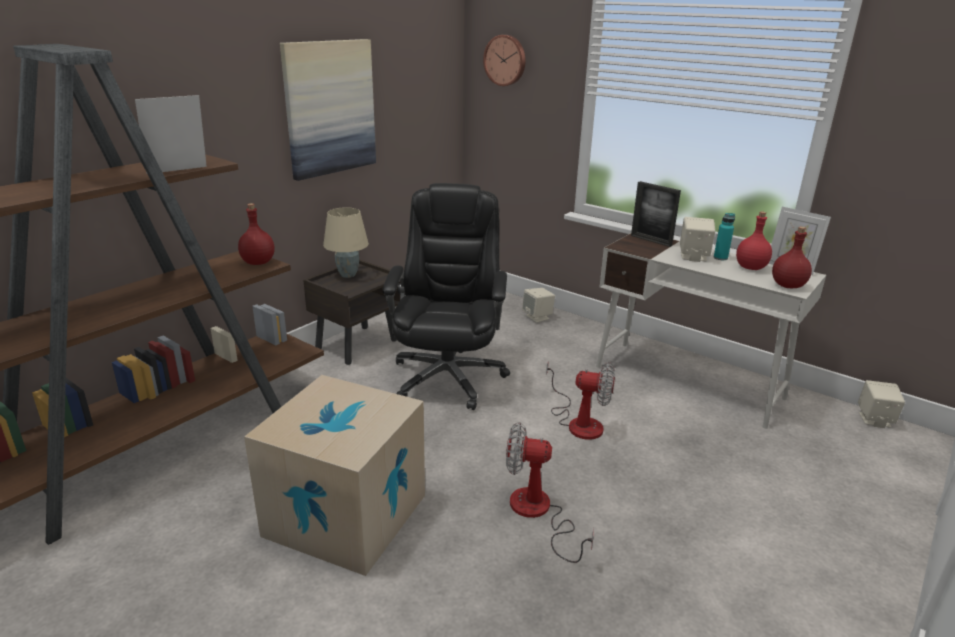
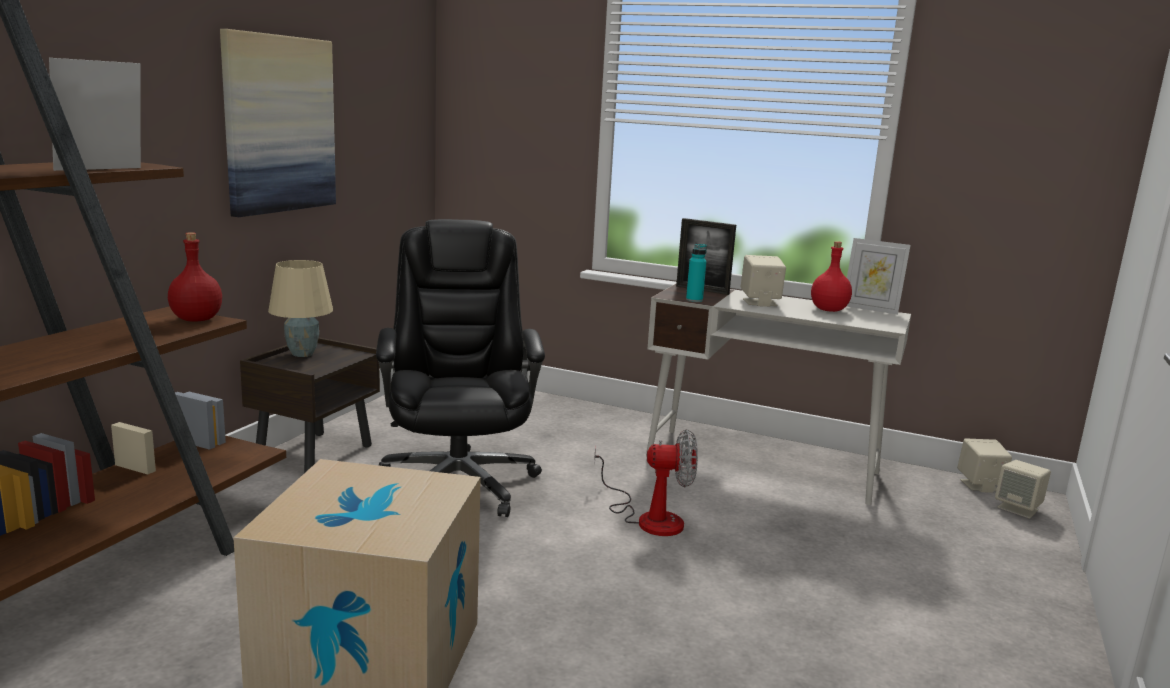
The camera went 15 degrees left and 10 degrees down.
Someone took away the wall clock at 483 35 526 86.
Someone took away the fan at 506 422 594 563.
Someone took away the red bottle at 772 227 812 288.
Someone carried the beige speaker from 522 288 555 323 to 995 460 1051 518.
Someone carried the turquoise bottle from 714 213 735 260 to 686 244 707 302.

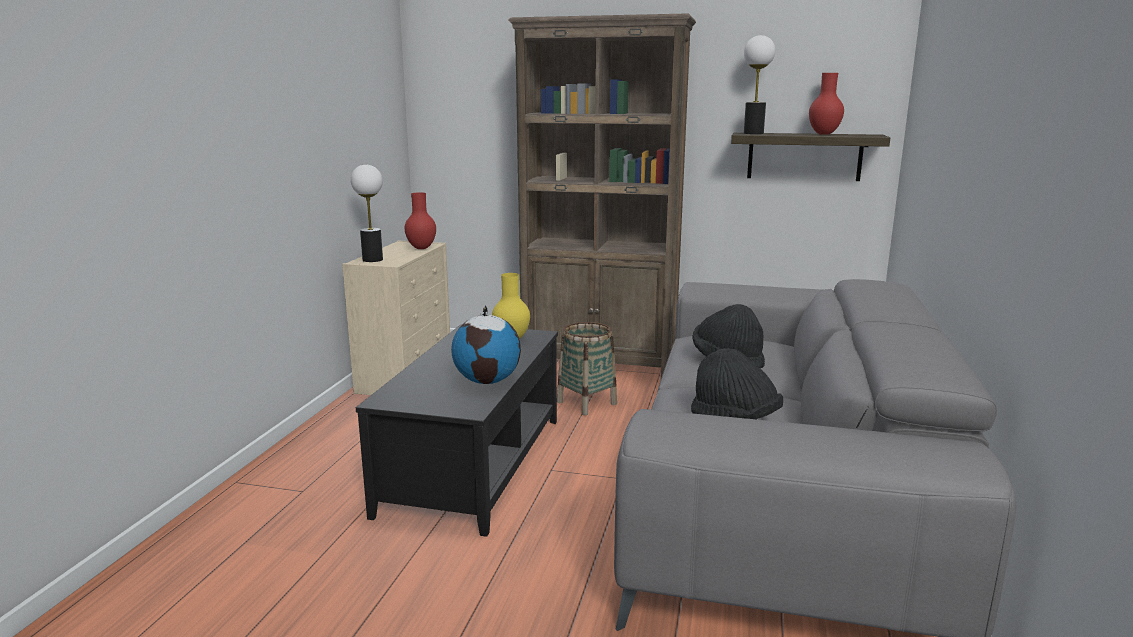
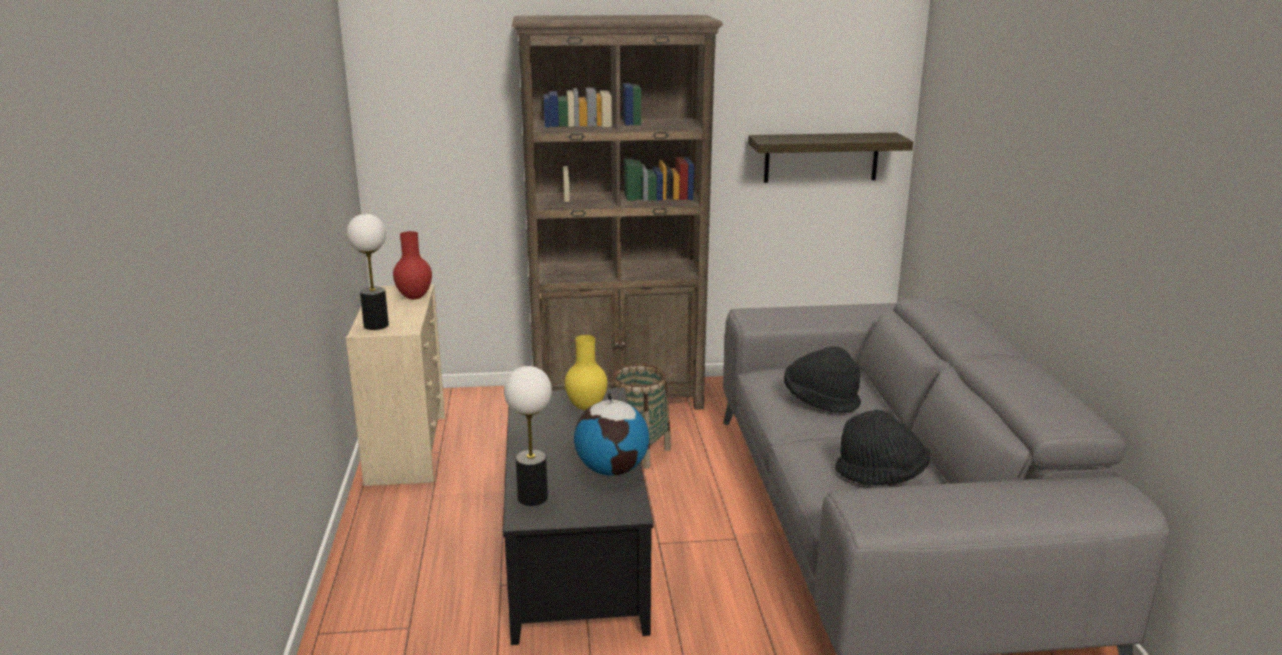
The camera went 20 degrees left and 5 degrees up.
Someone took away the red vase at 809 73 844 135.
Someone carried the table lamp from 744 35 775 134 to 504 366 552 506.

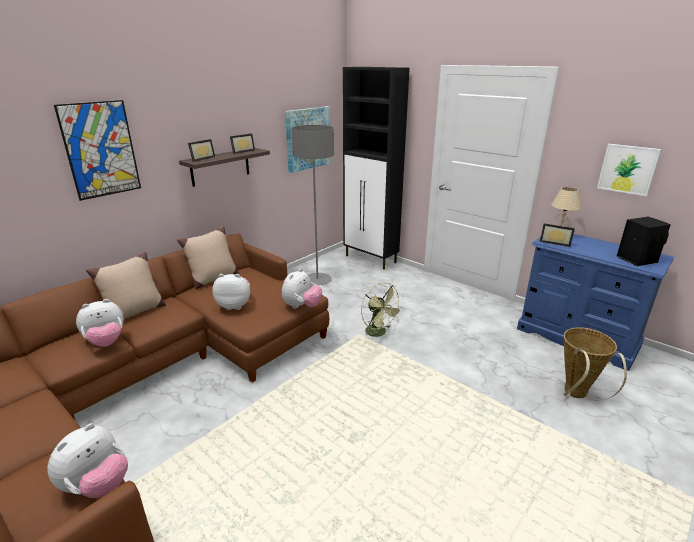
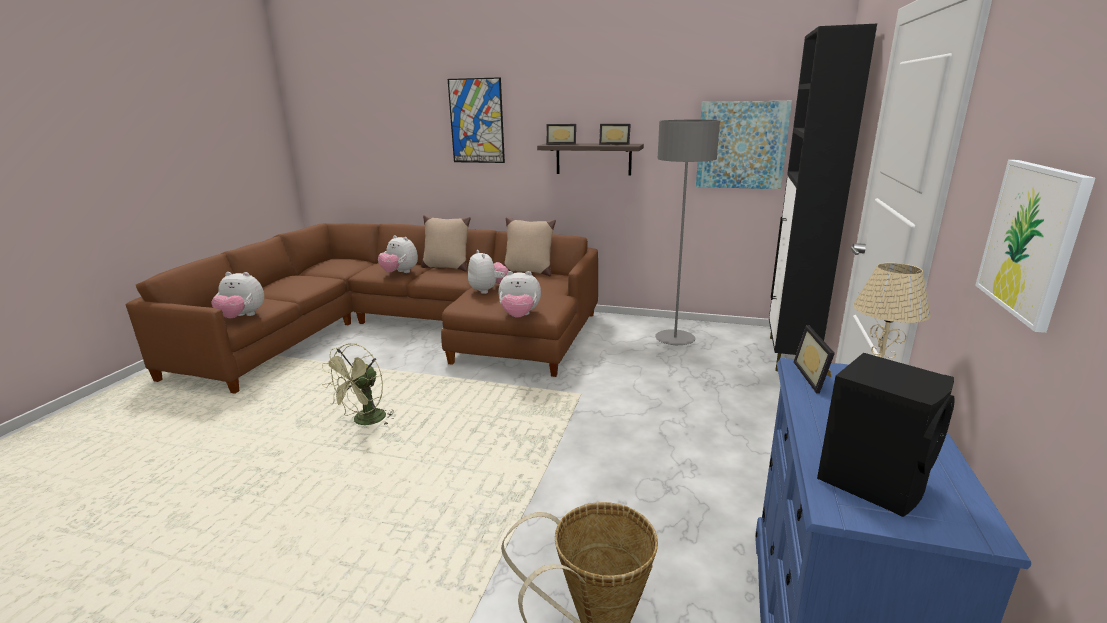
The camera went 65 degrees right and 5 degrees down.
Someone carried the green fan from 361 282 404 339 to 322 343 394 425.

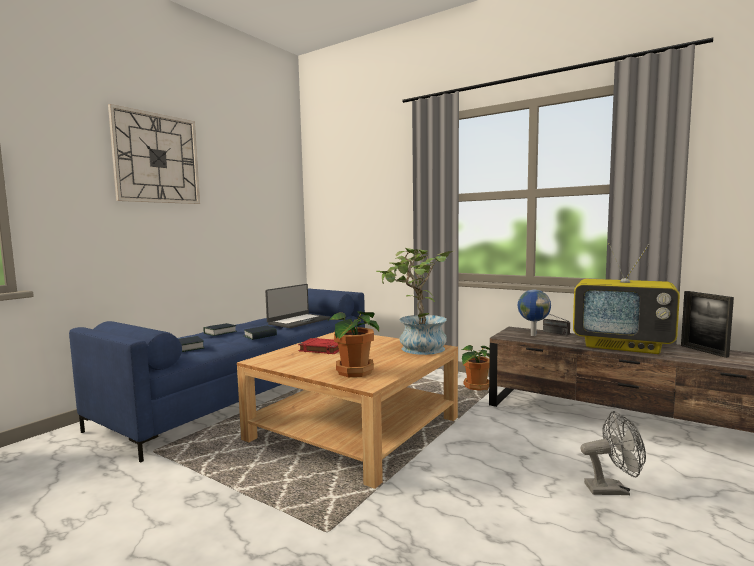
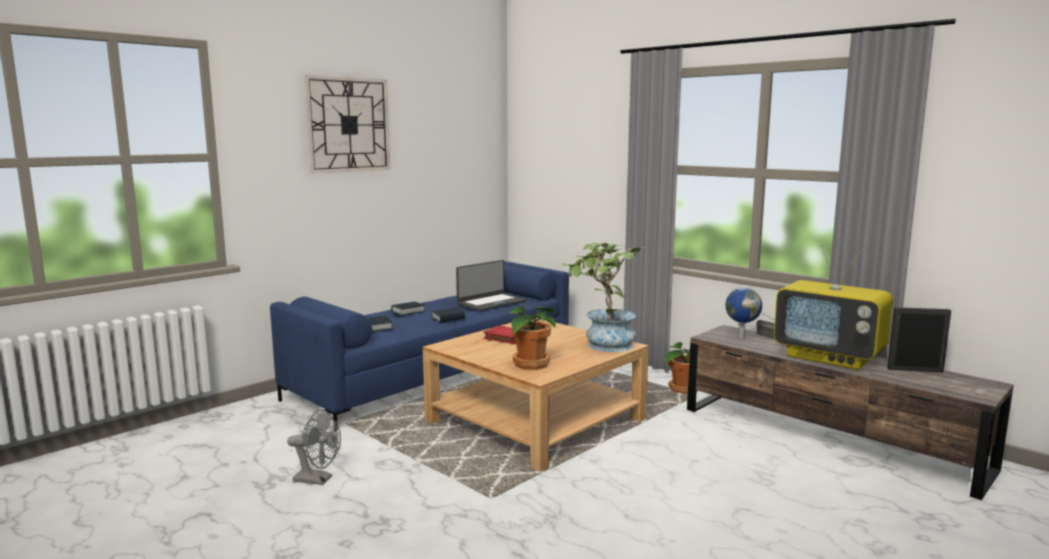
The camera went 10 degrees right and 5 degrees up.
Someone carried the grey fan from 581 411 646 495 to 287 410 341 485.
Someone rotated the picture frame at 681 291 734 358 by 105 degrees clockwise.

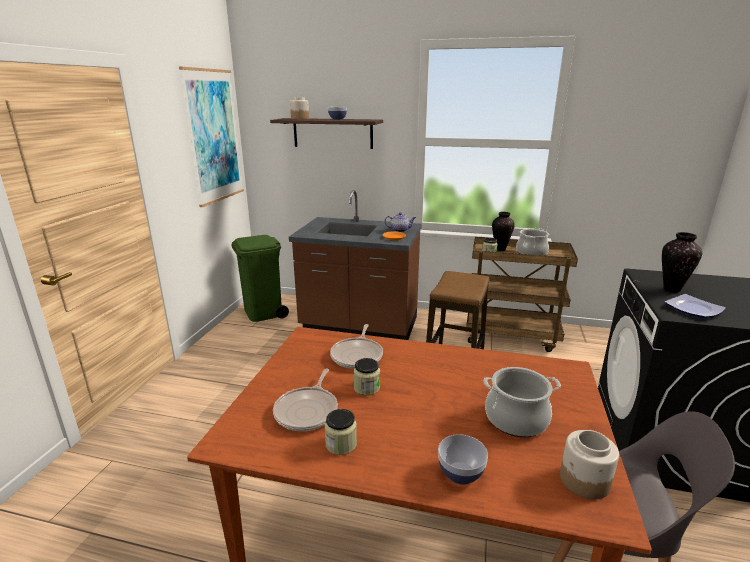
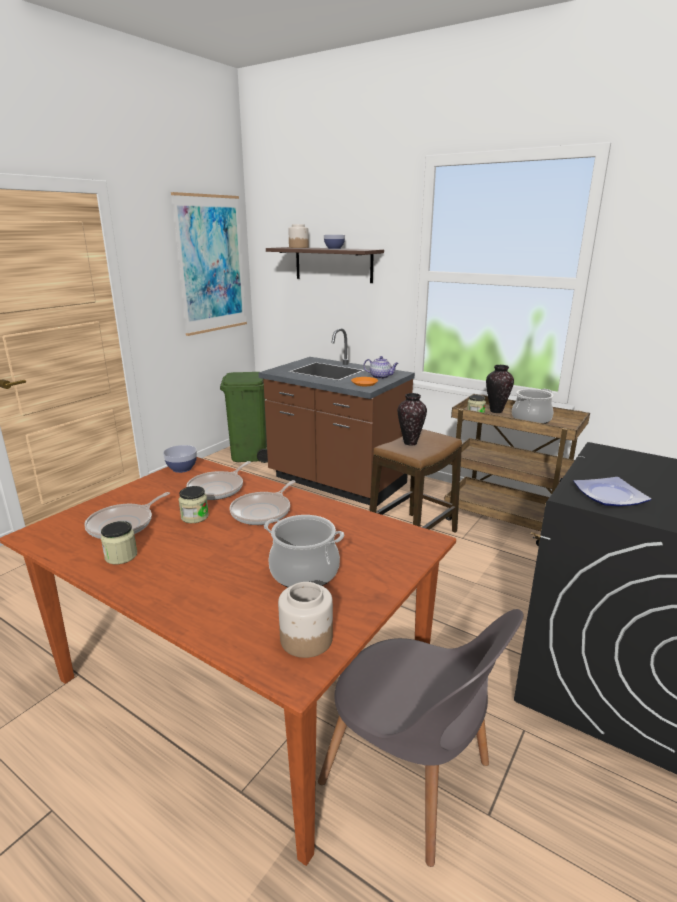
The camera went 20 degrees right and 0 degrees up.
Someone put down the frying pan at 230 480 296 525.
Someone carried the bowl from 438 434 488 485 to 163 445 197 473.
Someone carried the vase from 662 232 702 292 to 398 393 427 445.

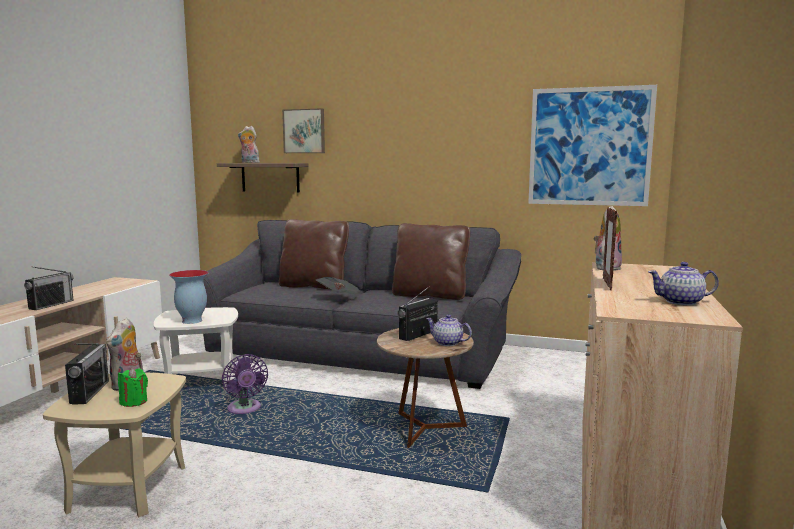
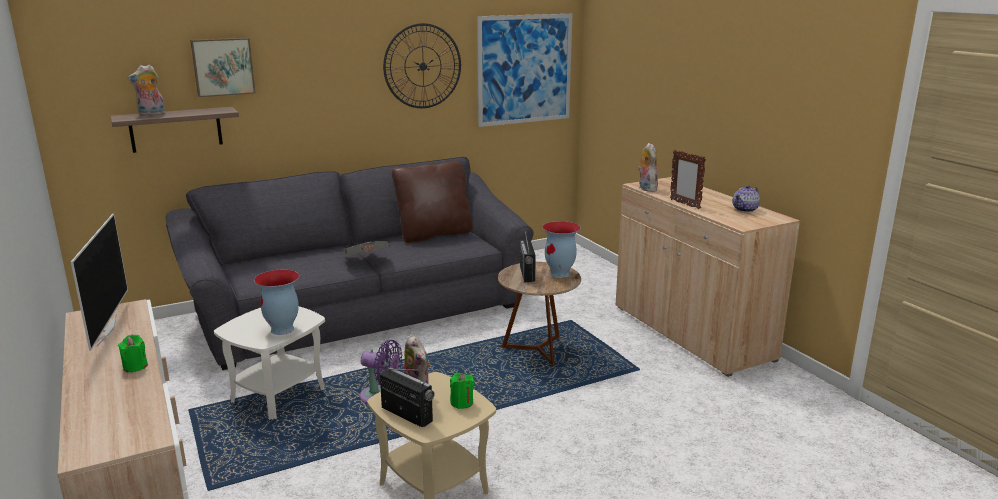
The camera went 45 degrees left and 10 degrees up.
Someone took away the brown pillow at 279 219 349 289.
Someone put down the television at 71 213 128 351.
Someone put up the wall clock at 383 23 461 108.
Someone swapped the radio at 24 266 74 310 for the green candle at 118 335 148 372.
Someone swapped the teapot at 426 314 472 346 for the vase at 542 221 581 278.

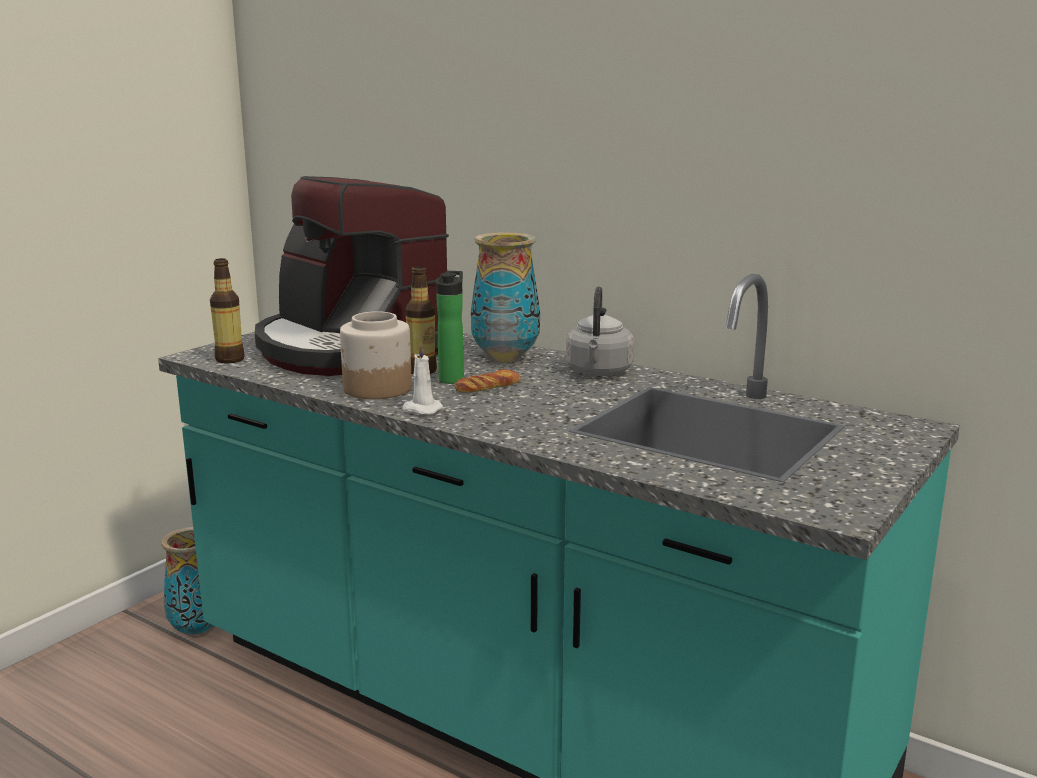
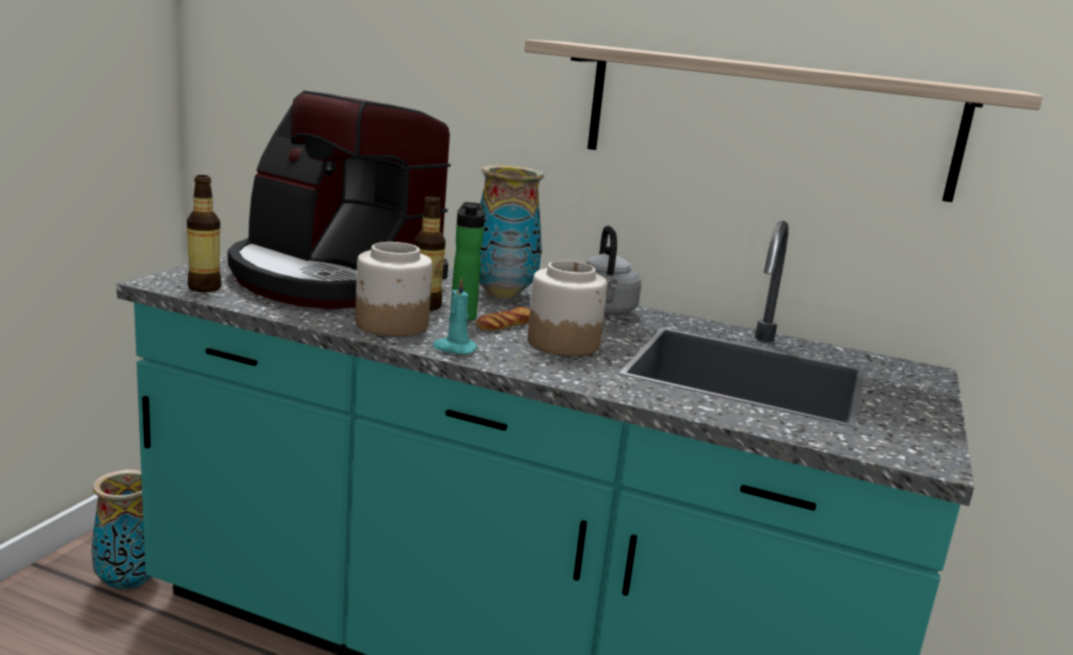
The camera went 15 degrees left and 0 degrees up.
Someone put up the shelf at 525 39 1043 202.
Someone put down the jar at 527 260 608 356.
Someone repainted the white candle at 402 342 443 414, which became the turquoise candle at 432 277 478 354.

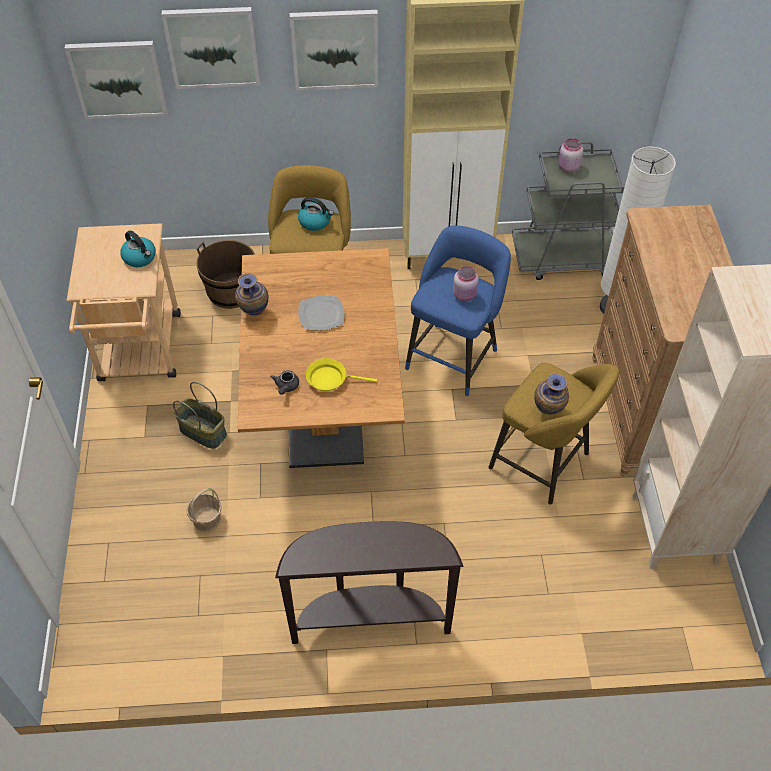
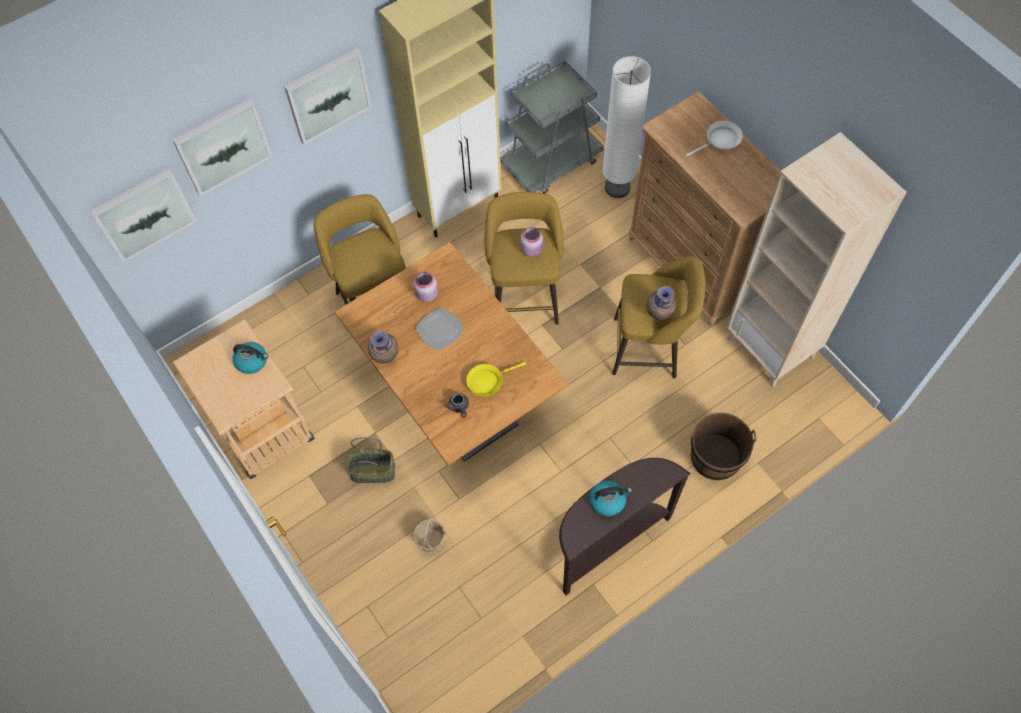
The camera went 30 degrees left and 10 degrees up.
Someone put down the white frying pan at 686 121 743 157.
Someone carried the brown bucket from 196 240 255 309 to 691 412 756 480.
Someone carried the kettle from 298 197 334 231 to 590 481 632 516.
Someone carried the pink jar from 558 138 583 172 to 413 272 438 302.
Someone repainted the blue stool at 405 225 511 396, which became the yellow stool at 484 192 564 325.

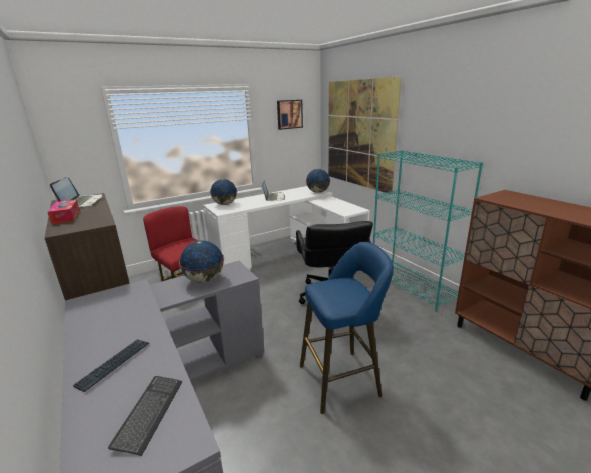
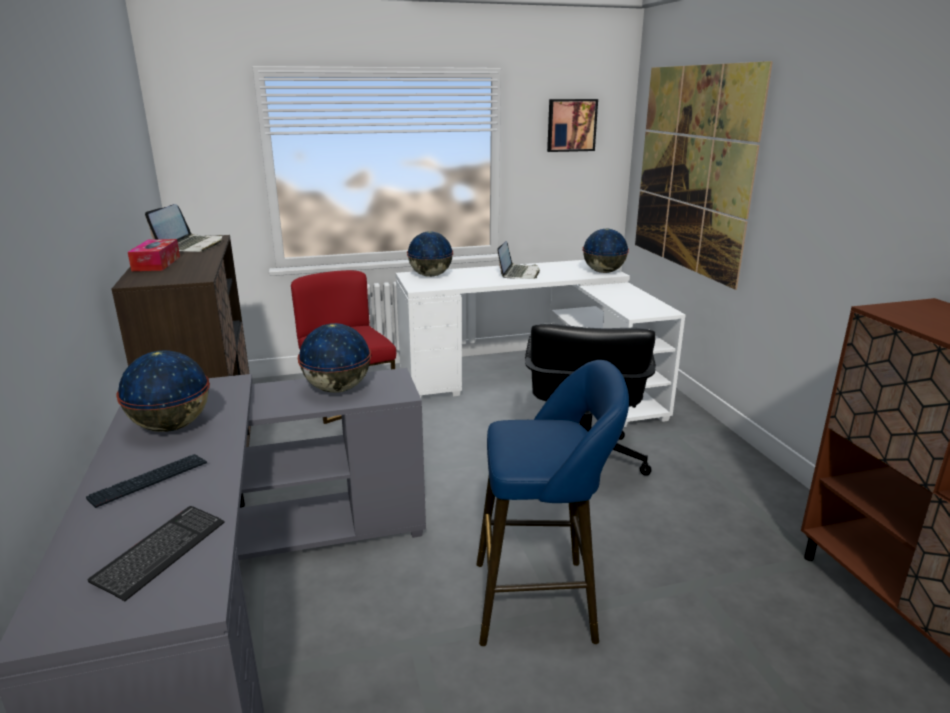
The camera went 15 degrees right and 0 degrees up.
Someone took away the turquoise bookcase at 373 150 483 312.
Someone put down the globe at 116 350 210 432.

